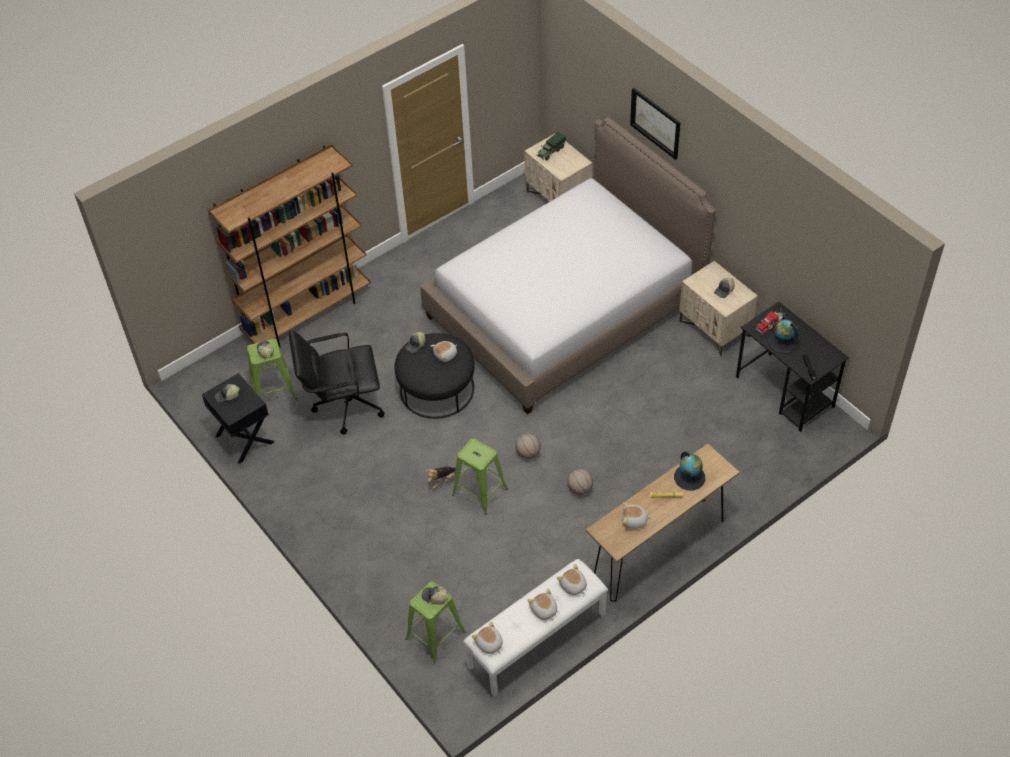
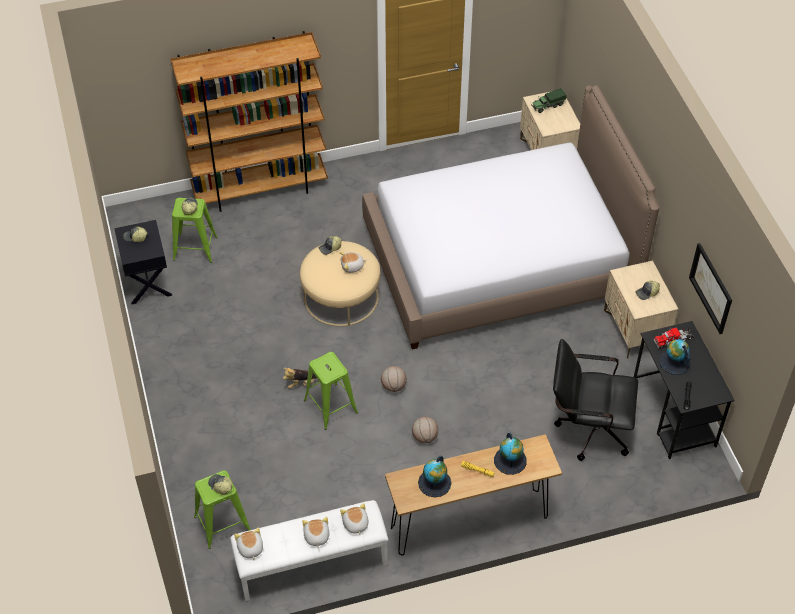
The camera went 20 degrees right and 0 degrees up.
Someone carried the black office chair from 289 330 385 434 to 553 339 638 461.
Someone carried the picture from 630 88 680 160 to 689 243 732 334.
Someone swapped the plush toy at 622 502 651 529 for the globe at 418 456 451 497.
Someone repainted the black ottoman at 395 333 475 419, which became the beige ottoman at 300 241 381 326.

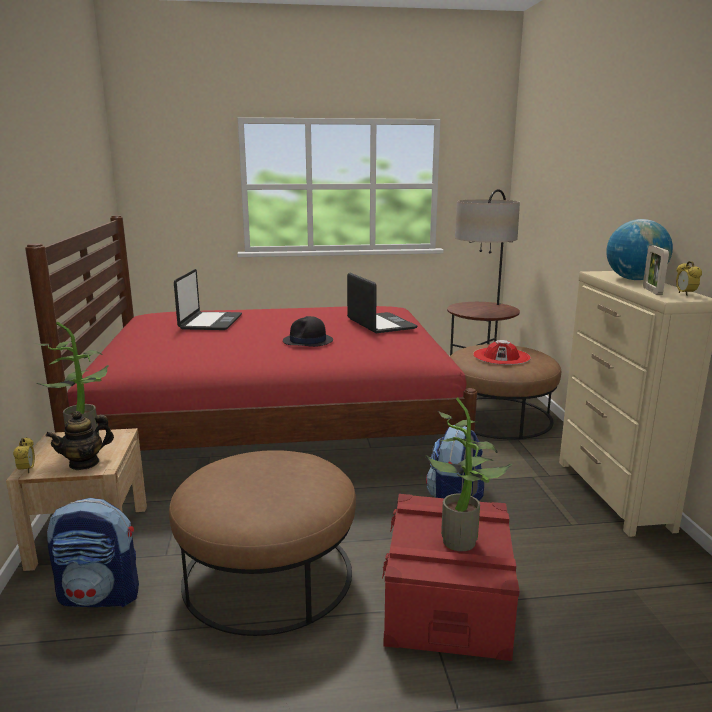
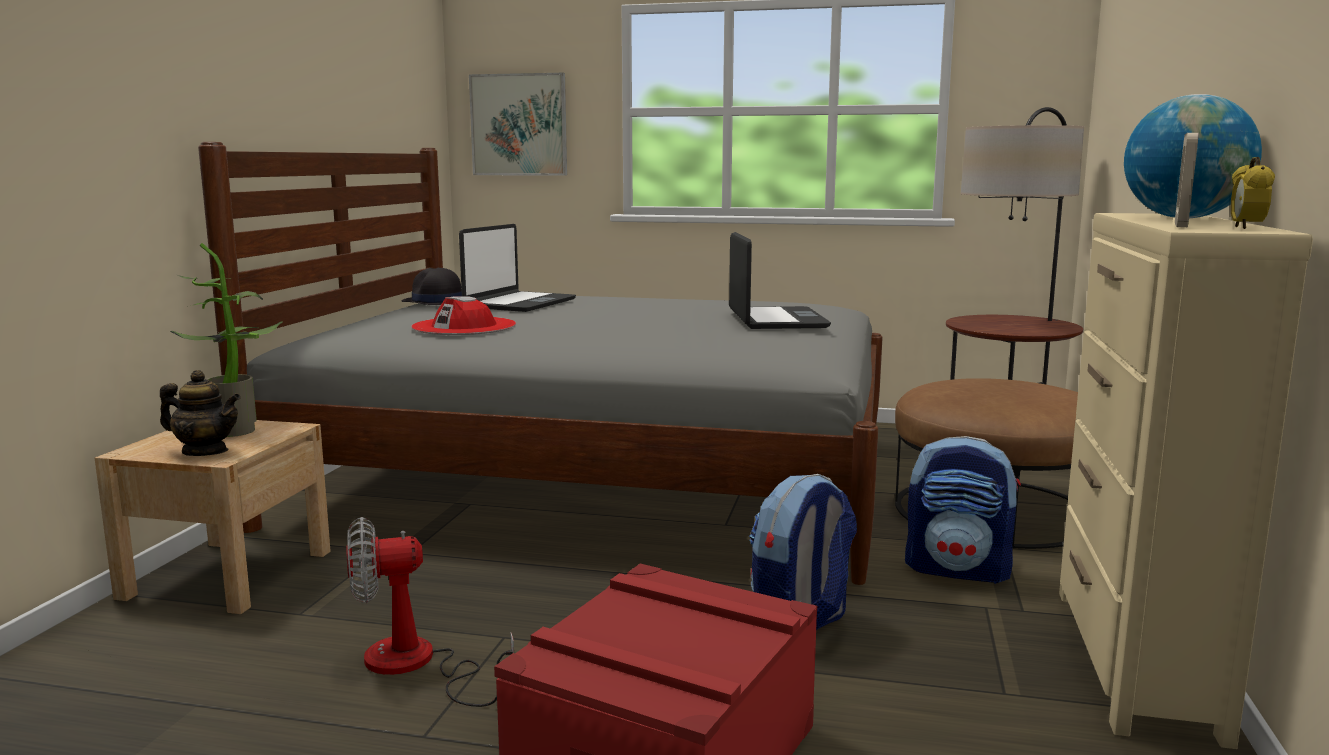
The camera went 20 degrees right and 5 degrees down.
Someone took away the alarm clock at 13 437 35 474.
Someone took away the potted plant at 425 397 512 551.
Someone put up the picture at 469 73 567 176.
Someone carried the backpack from 47 498 139 607 to 905 436 1021 584.
Someone carried the black hat from 283 316 333 347 to 402 268 462 305.
Someone carried the red hat from 473 340 531 365 to 411 296 516 335.
Someone swapped the brown ottoman at 169 450 356 636 for the fan at 347 517 514 707.
Someone repainted the red bed at 25 215 477 451, which became the grey bed at 198 142 883 585.
Someone rotated the teapot at 46 411 114 470 by 150 degrees counterclockwise.

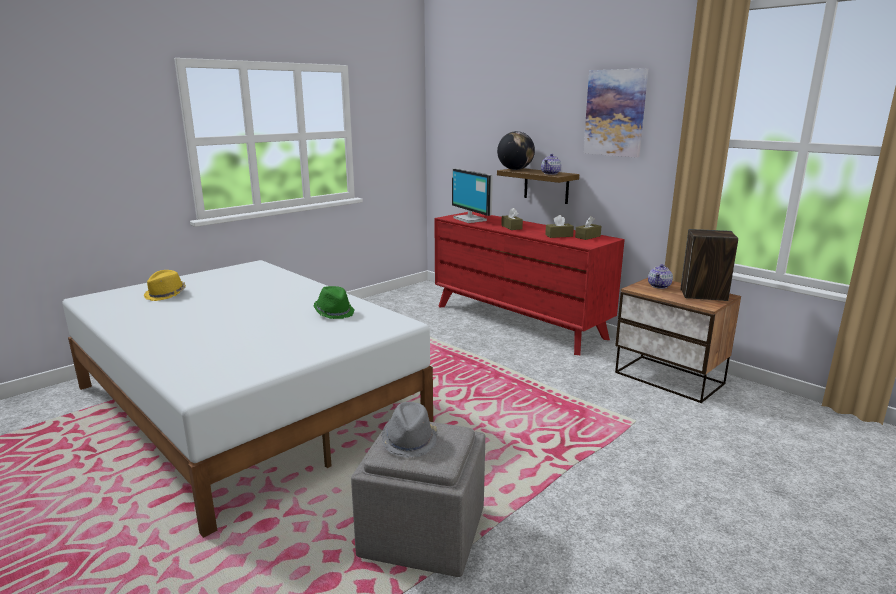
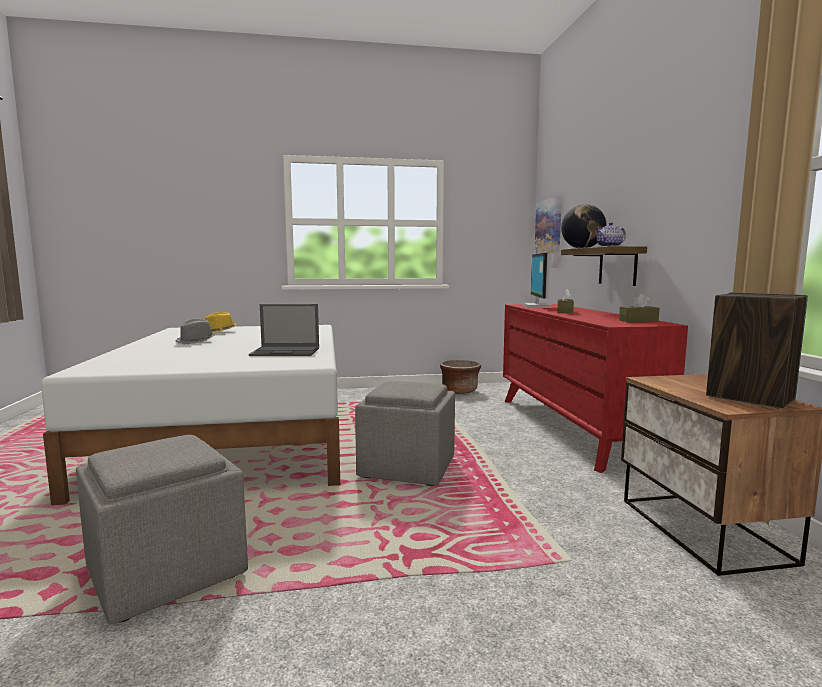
The camera went 35 degrees right and 10 degrees down.
Someone took away the brown tissue box at 545 215 574 238.
Someone took away the teapot at 648 264 673 289.
Someone put down the grey ottoman at 355 381 455 486.
Someone put down the brown planter at 440 360 481 394.
Someone carried the grey hat from 382 402 437 458 to 176 319 215 344.
Someone carried the picture from 583 68 648 158 to 534 196 562 268.
Someone swapped the green hat at 314 286 355 319 for the laptop at 249 304 319 356.

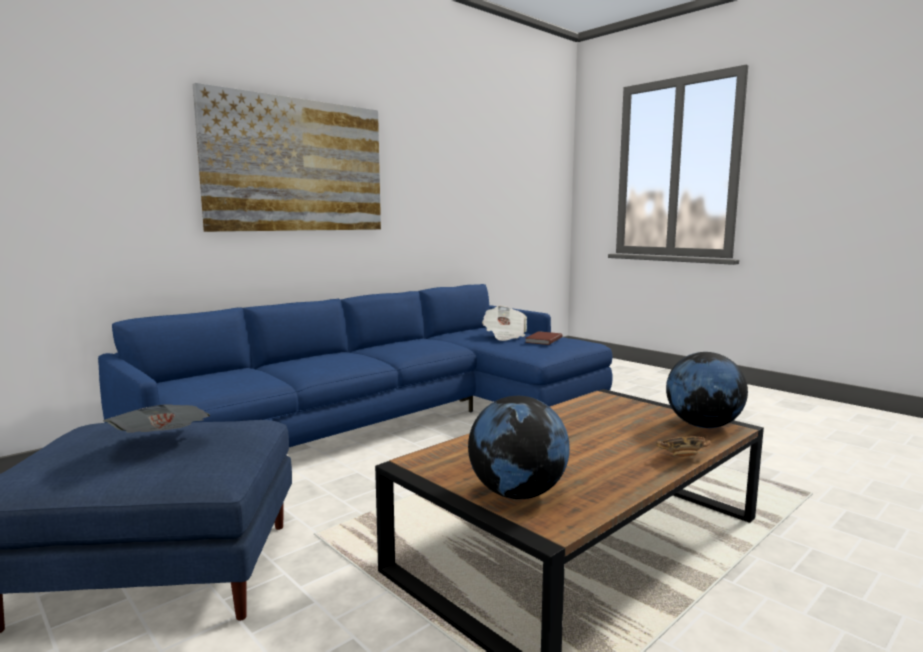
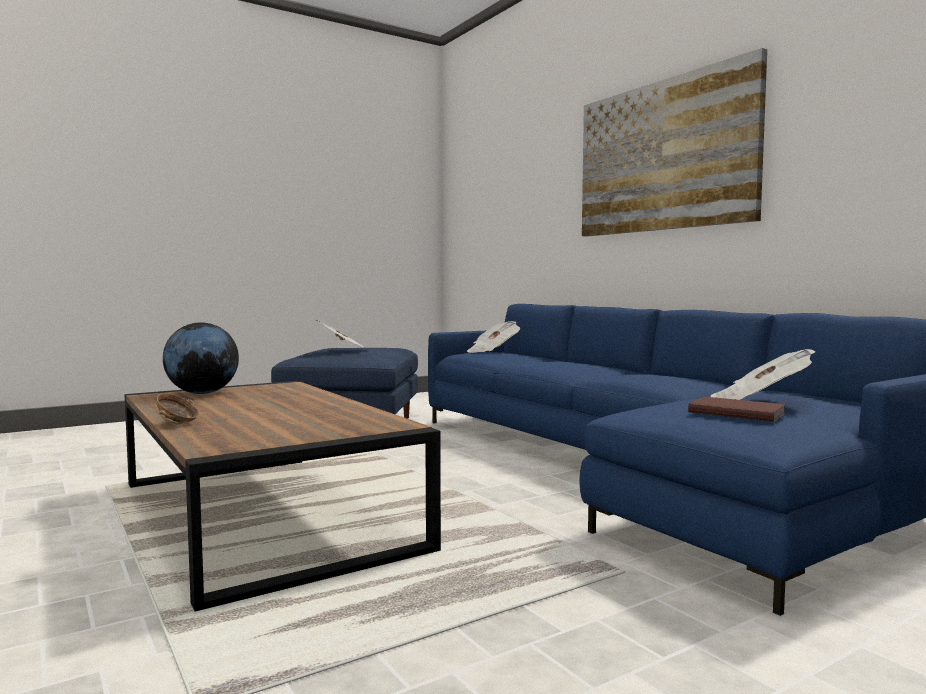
The camera went 100 degrees right and 5 degrees down.
Someone took away the globe at 666 352 748 428.
Someone put down the newspaper at 467 321 520 353.

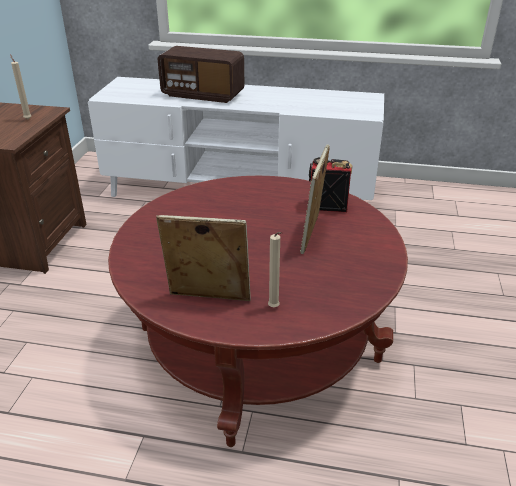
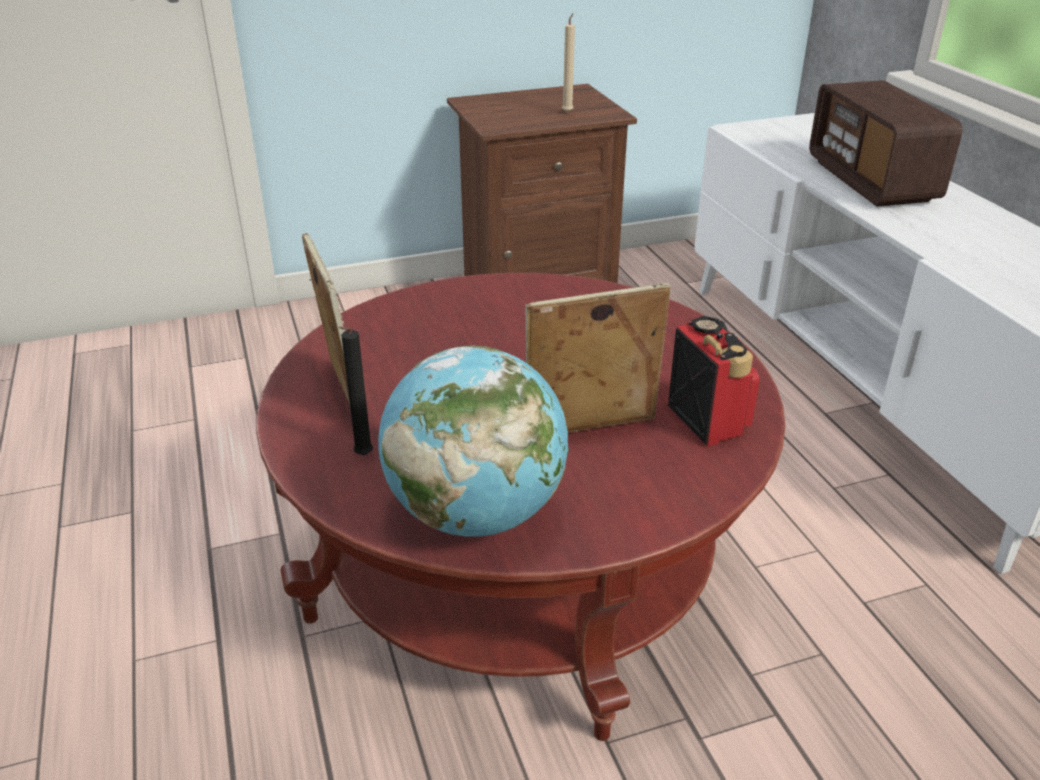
The camera went 60 degrees right and 0 degrees up.
Someone put down the globe at 378 346 569 537.
Someone repainted the beige candle at 268 232 283 307, which became the black candle at 339 327 373 455.

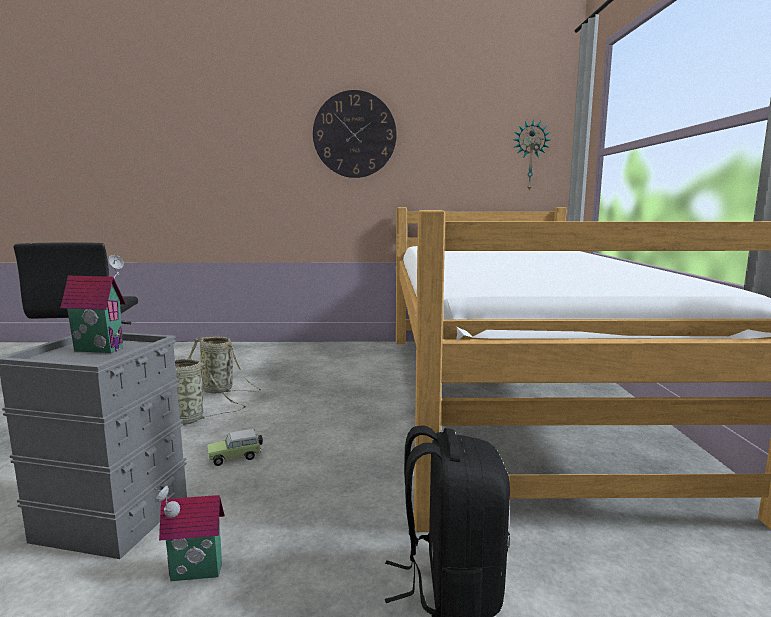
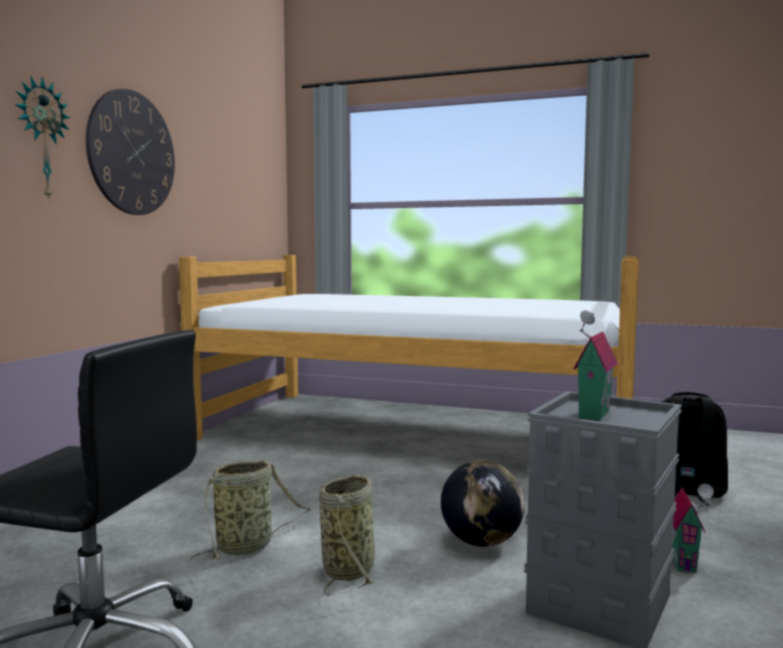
The camera went 70 degrees left and 5 degrees down.
Someone carried the wall clock from 513 119 551 191 to 16 76 70 199.
Someone swapped the toy car at 207 429 263 466 for the globe at 441 460 525 547.

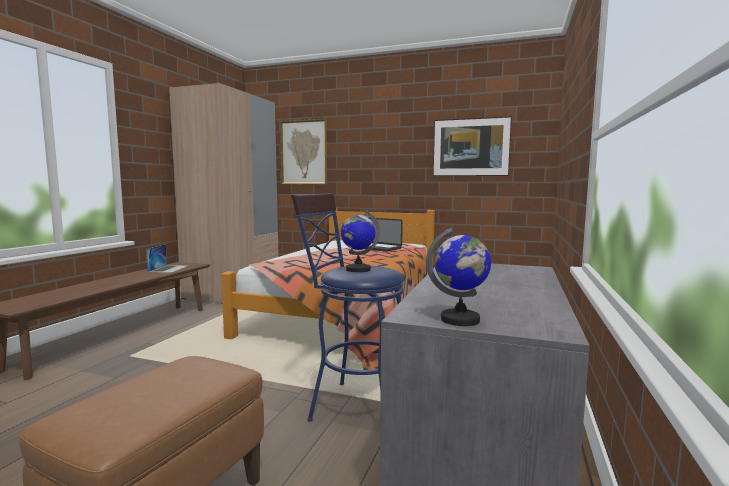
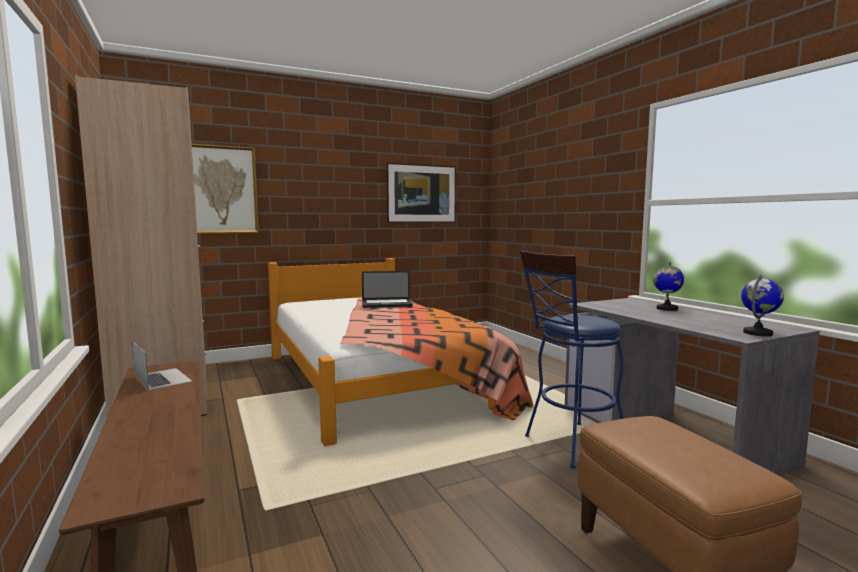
The camera went 45 degrees left and 0 degrees up.
Someone carried the globe from 341 210 380 272 to 653 262 684 311.

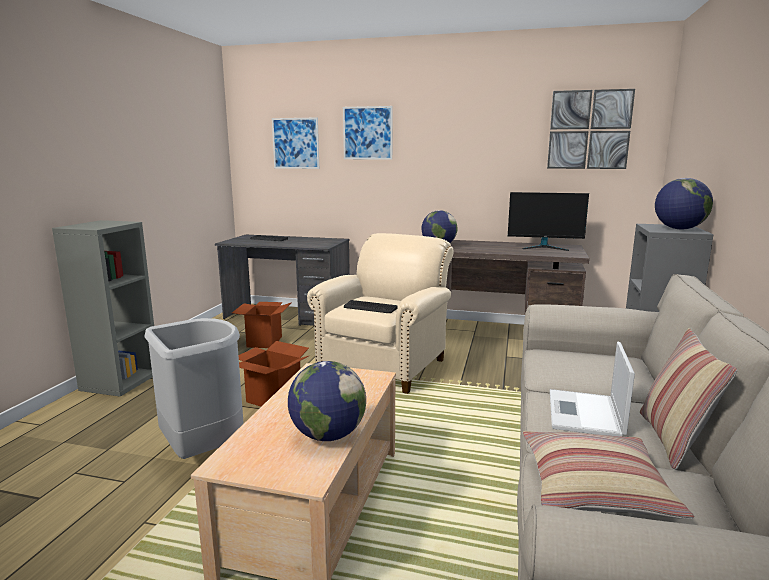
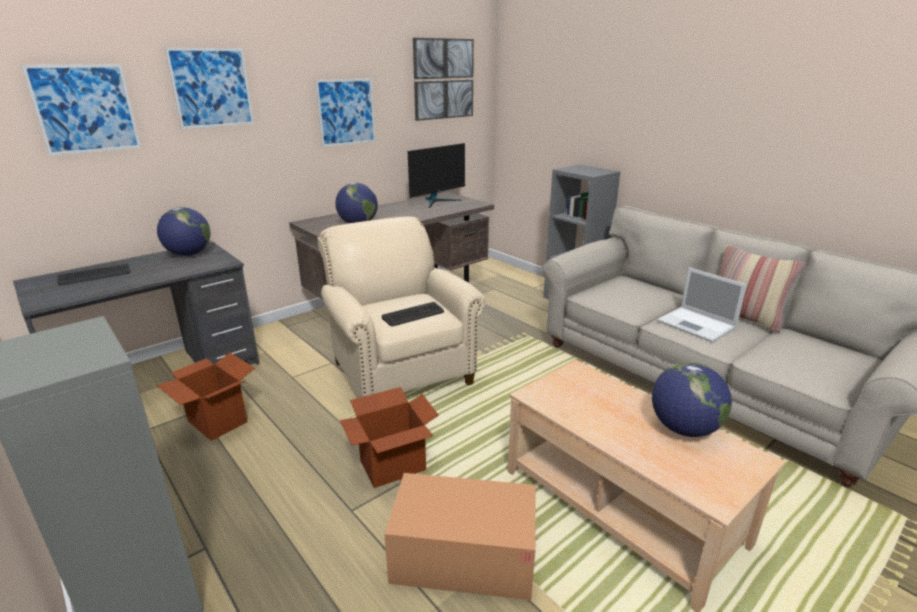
The camera went 55 degrees left and 10 degrees up.
Someone took away the pillow at 522 431 694 519.
Someone put up the picture at 315 78 375 147.
Someone carried the globe from 655 178 713 230 to 157 207 211 256.
Someone swapped the grey trash can at 144 318 244 459 for the cardboard box at 384 473 536 600.

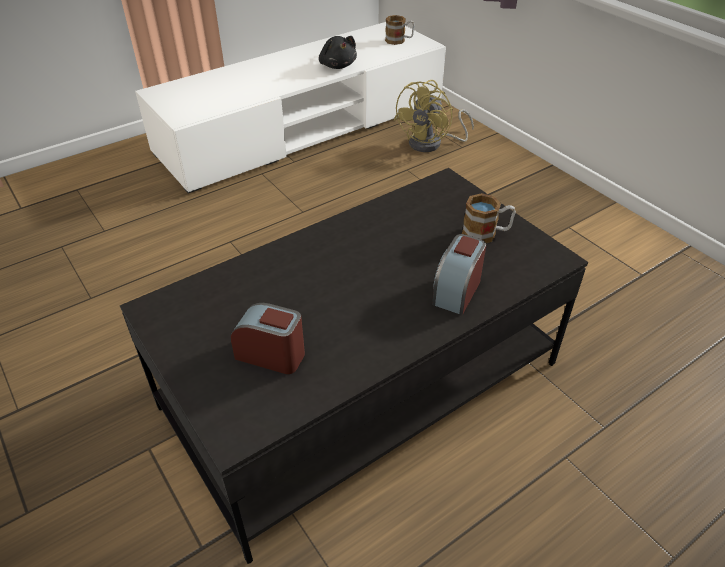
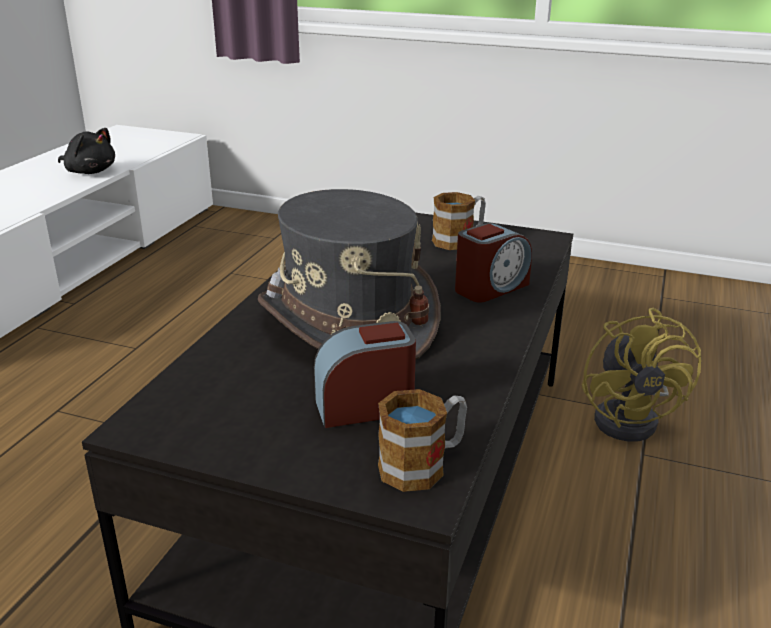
The camera went 35 degrees left and 15 degrees down.
Someone put down the grey hat at 258 189 440 360.
Someone carried the mug from 385 15 414 45 to 378 389 467 492.
Someone carried the yellow fan from 394 80 474 152 to 582 308 701 441.
Someone rotated the alarm clock at 432 234 486 315 by 120 degrees counterclockwise.

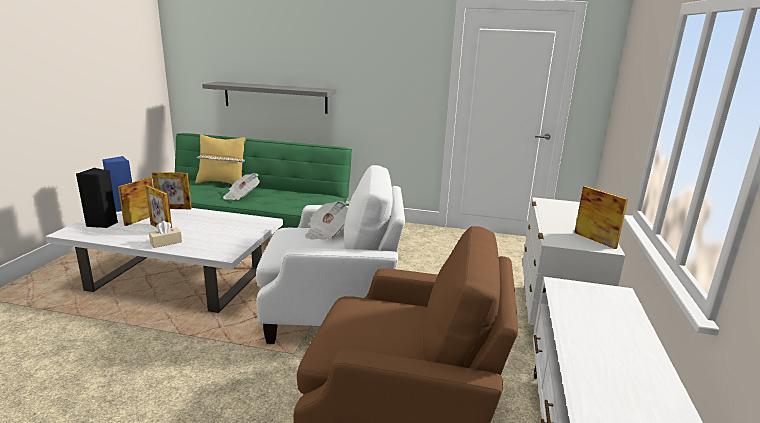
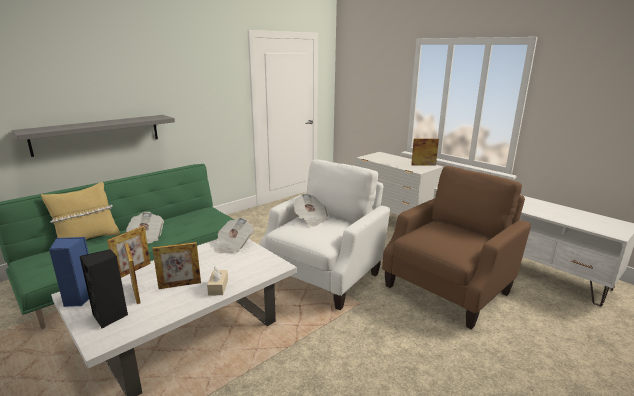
The camera went 55 degrees left and 0 degrees up.
Someone put down the newspaper at 215 217 254 254.

